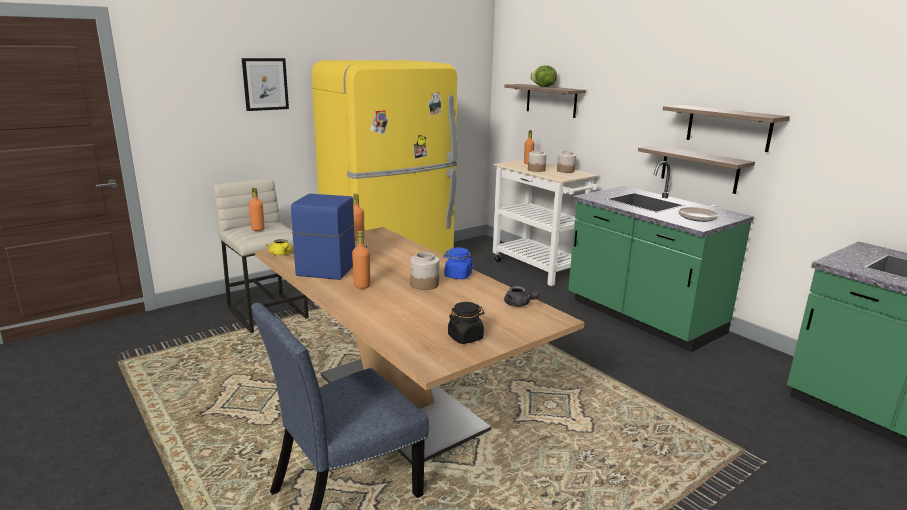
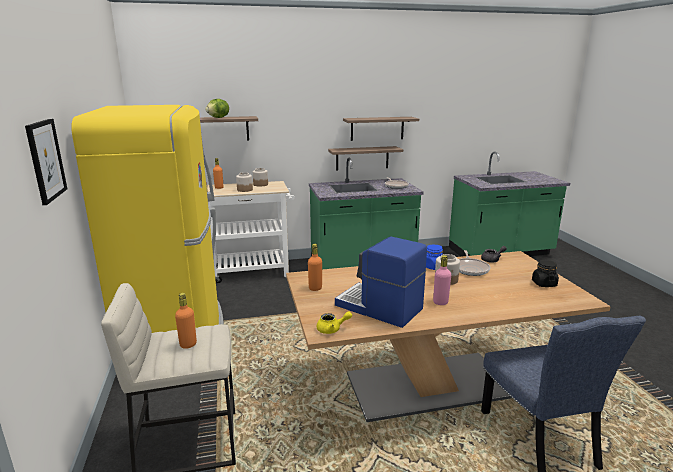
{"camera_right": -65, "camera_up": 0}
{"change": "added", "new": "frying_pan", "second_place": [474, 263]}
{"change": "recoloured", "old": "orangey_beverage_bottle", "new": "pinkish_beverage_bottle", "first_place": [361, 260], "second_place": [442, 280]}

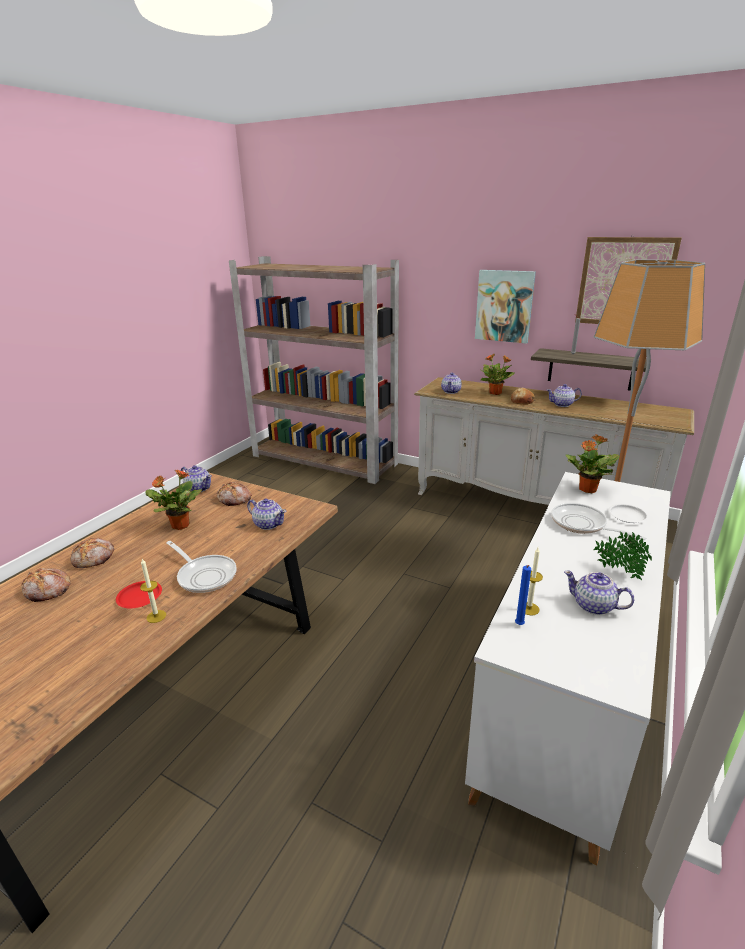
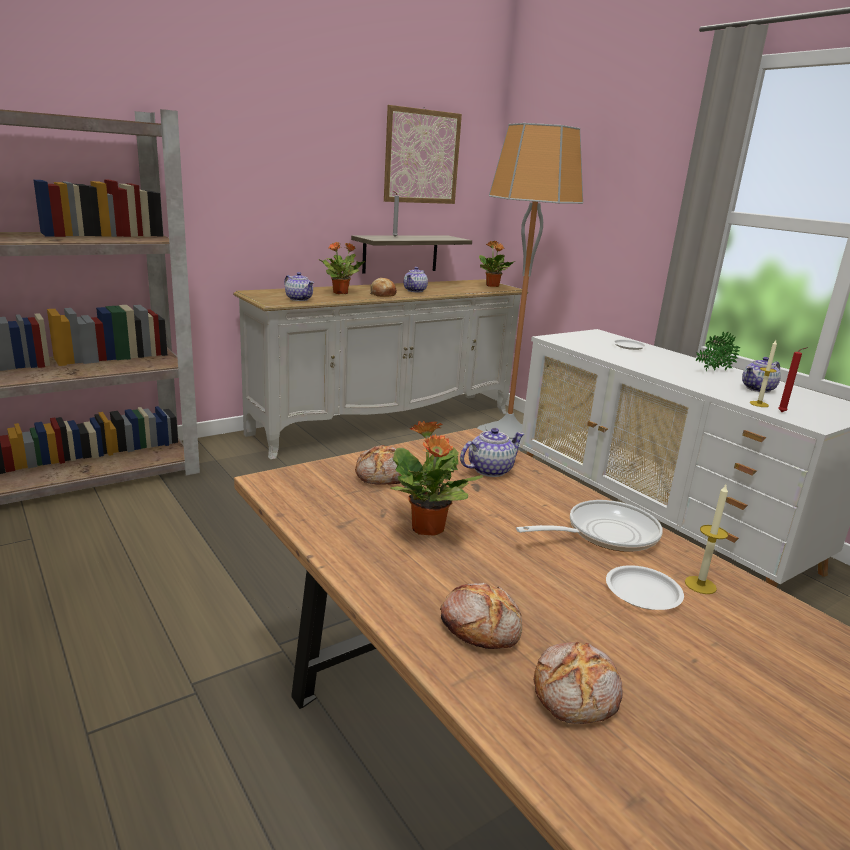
{"camera_right": -65, "camera_up": -5}
{"change": "removed", "old": "teapot", "first_place": [196, 478]}
{"change": "removed", "old": "wall_art", "first_place": [505, 307]}
{"change": "removed", "old": "frying_pan", "first_place": [598, 521]}
{"change": "moved", "old": "plant_in_a_pot", "first_place": [592, 464], "second_place": [497, 264]}
{"change": "recoloured", "old": "red-coloured_dinner_plate", "new": "white-coloured_dinner_plate", "first_place": [139, 594], "second_place": [645, 587]}
{"change": "recoloured", "old": "blue_wax_candle", "new": "red-coloured_wax_candle", "first_place": [523, 595], "second_place": [793, 379]}

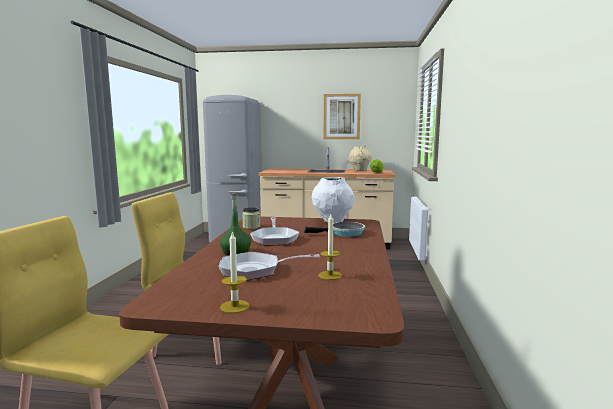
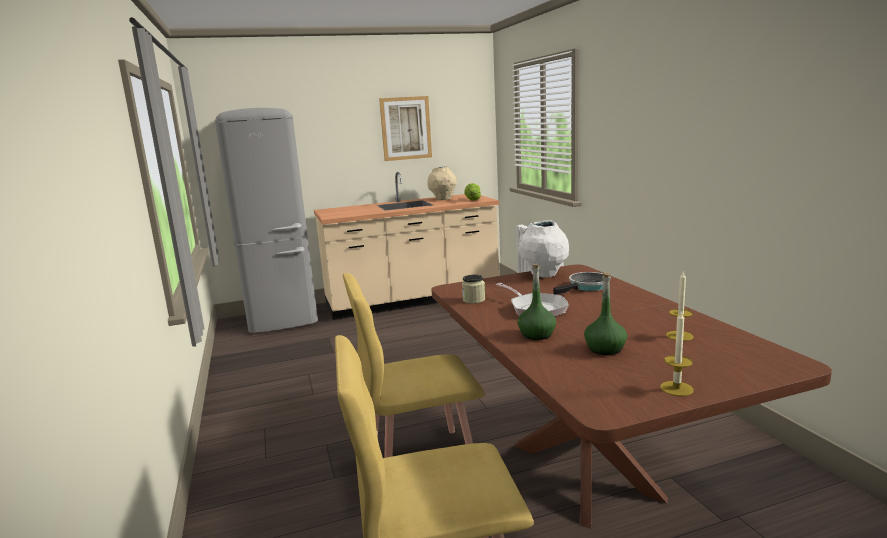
{"camera_right": -25, "camera_up": 5}
{"change": "replaced", "old": "frying_pan", "new": "greenish_beverage_bottle", "first_place": [269, 266], "second_place": [605, 314]}

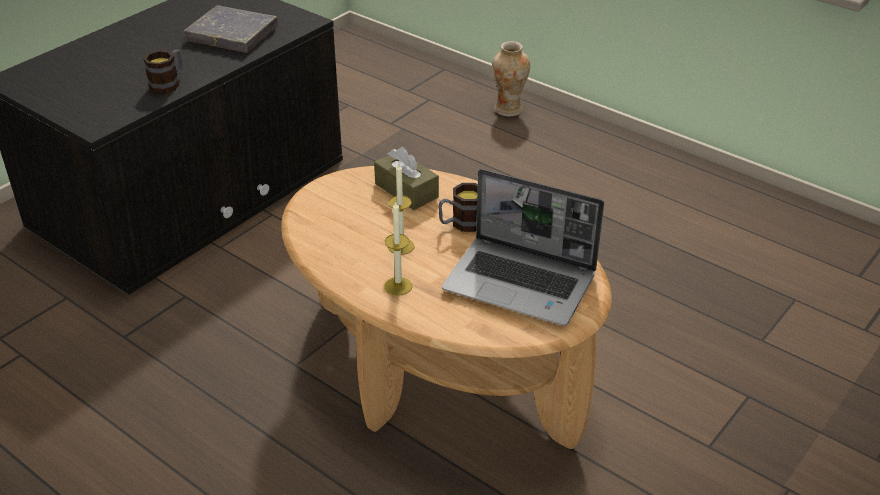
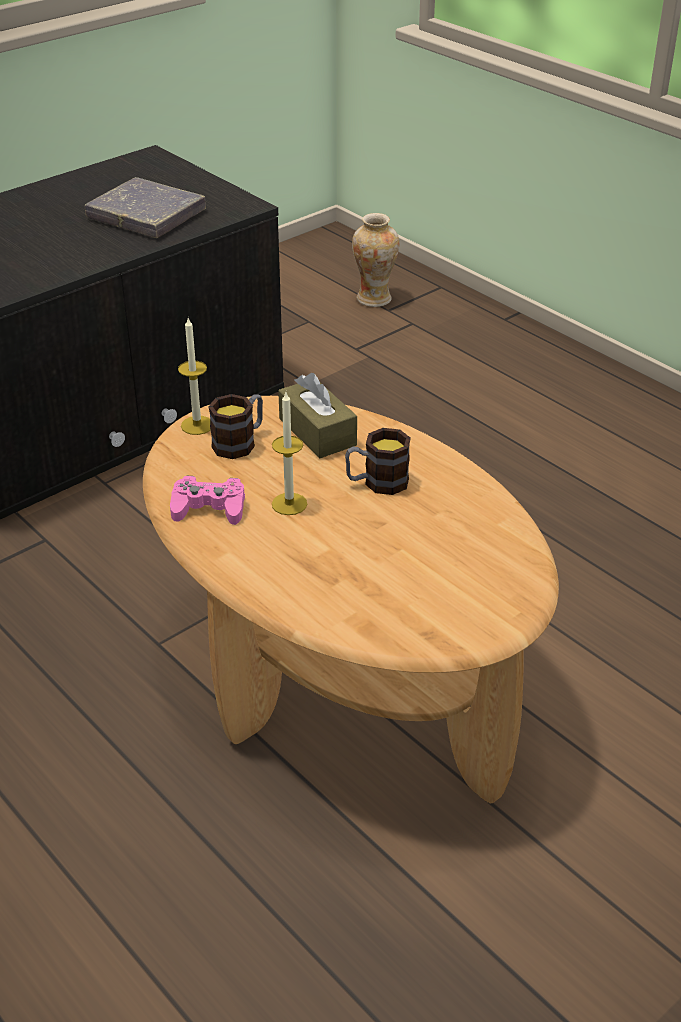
{"camera_right": 10, "camera_up": 0}
{"change": "removed", "old": "laptop", "first_place": [523, 247]}
{"change": "added", "new": "pinkish_gamepad", "second_place": [207, 500]}
{"change": "moved", "old": "coffee_mug", "first_place": [163, 72], "second_place": [235, 426]}
{"change": "moved", "old": "wax_candle", "first_place": [398, 249], "second_place": [194, 376]}
{"change": "moved", "old": "decorative_vase", "first_place": [511, 78], "second_place": [375, 260]}

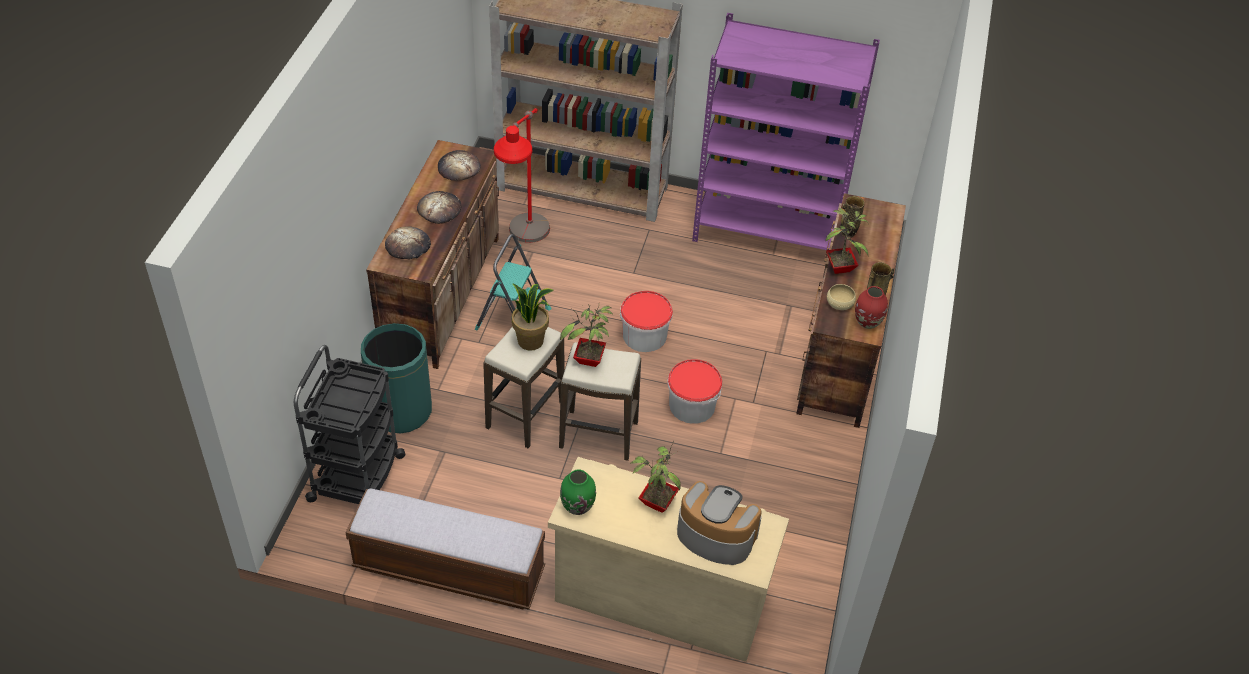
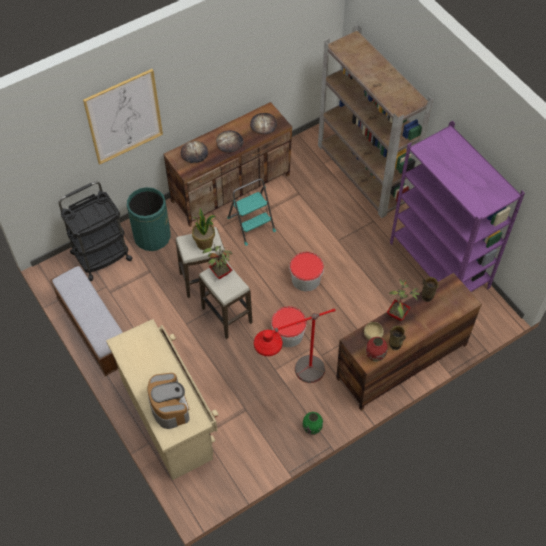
{"camera_right": 45, "camera_up": 10}
{"change": "removed", "old": "plant_in_a_pot", "first_place": [655, 477]}
{"change": "added", "new": "wall_art", "second_place": [123, 117]}
{"change": "moved", "old": "red-coloured_standing_lamp", "first_place": [522, 175], "second_place": [294, 345]}
{"change": "moved", "old": "greenish_decorative_vase", "first_place": [578, 492], "second_place": [313, 423]}

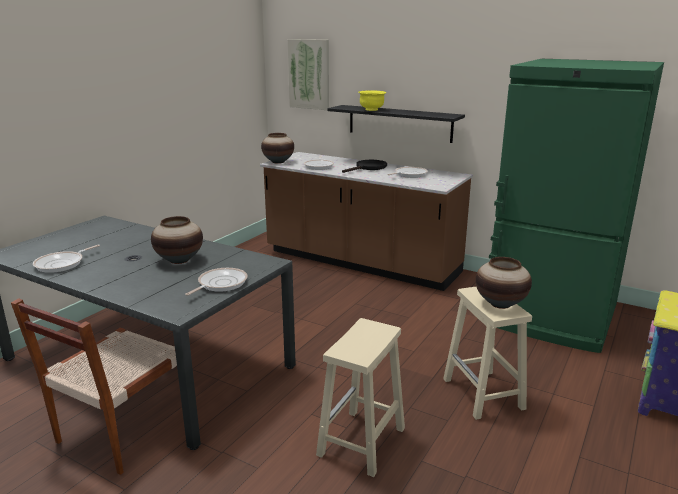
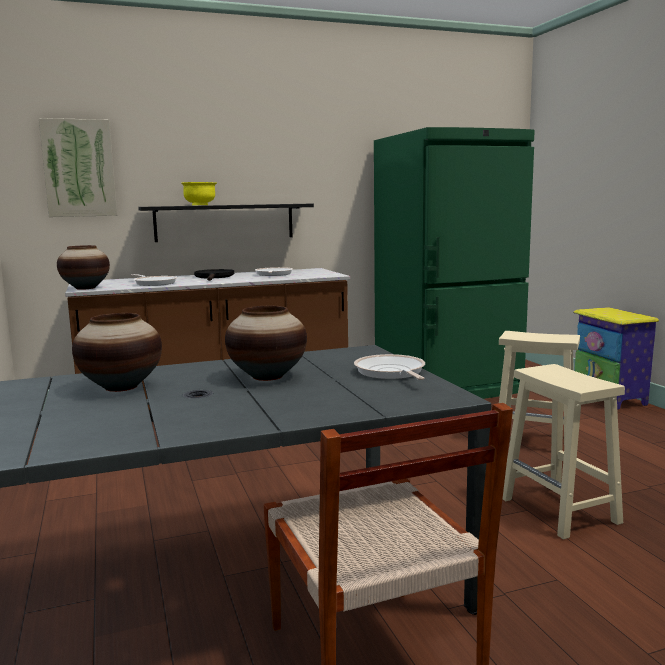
{"camera_right": -50, "camera_up": -10}
{"change": "removed", "old": "frying_pan", "first_place": [66, 259]}
{"change": "moved", "old": "decorative_vase", "first_place": [503, 283], "second_place": [117, 352]}

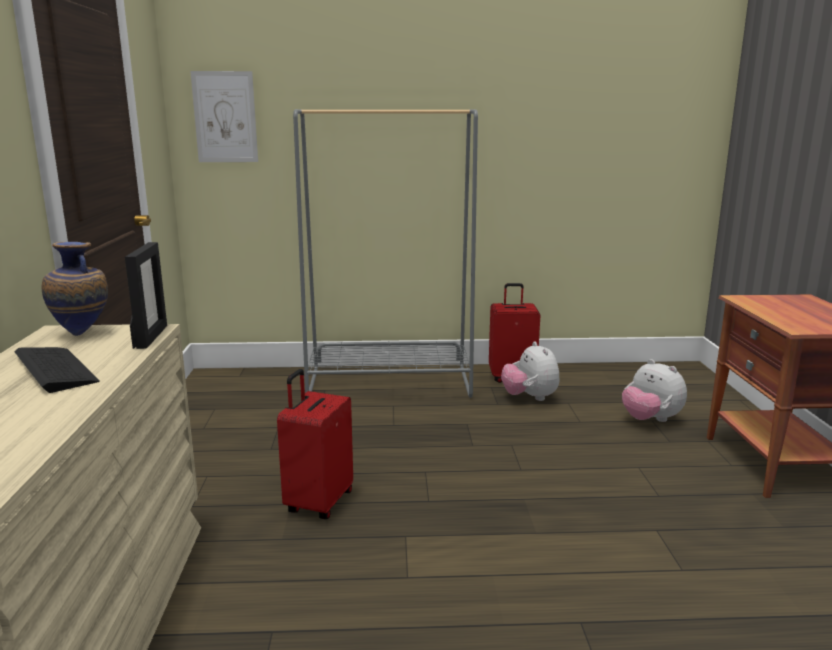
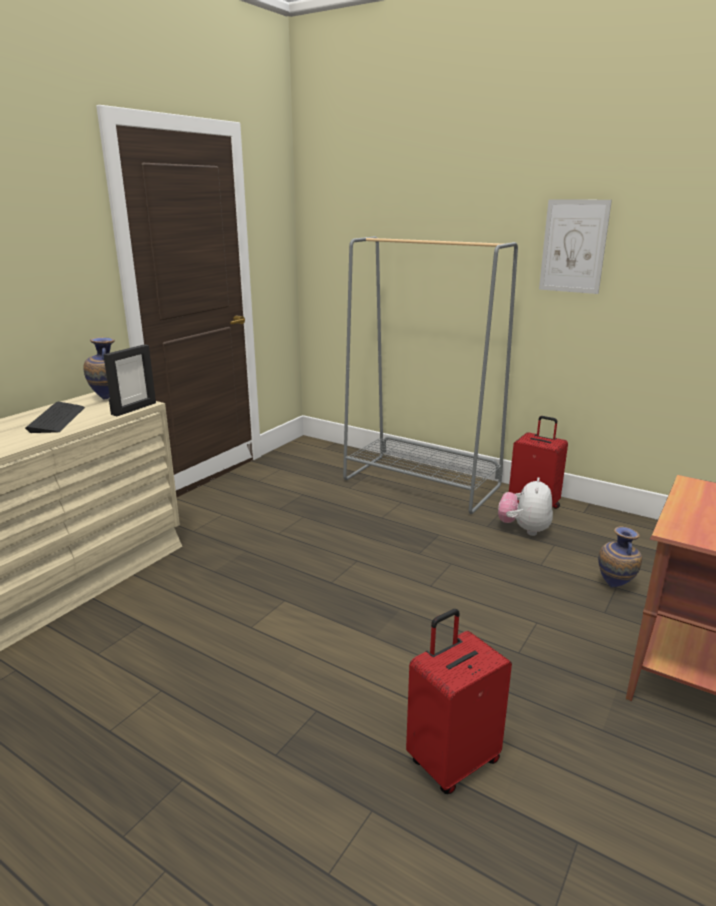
{"camera_right": 35, "camera_up": 5}
{"change": "moved", "old": "wall_art", "first_place": [224, 116], "second_place": [575, 246]}
{"change": "moved", "old": "red-coloured_travel_case", "first_place": [315, 444], "second_place": [459, 701]}
{"change": "replaced", "old": "cuddly_toy", "new": "decorative_vase", "first_place": [654, 390], "second_place": [620, 557]}

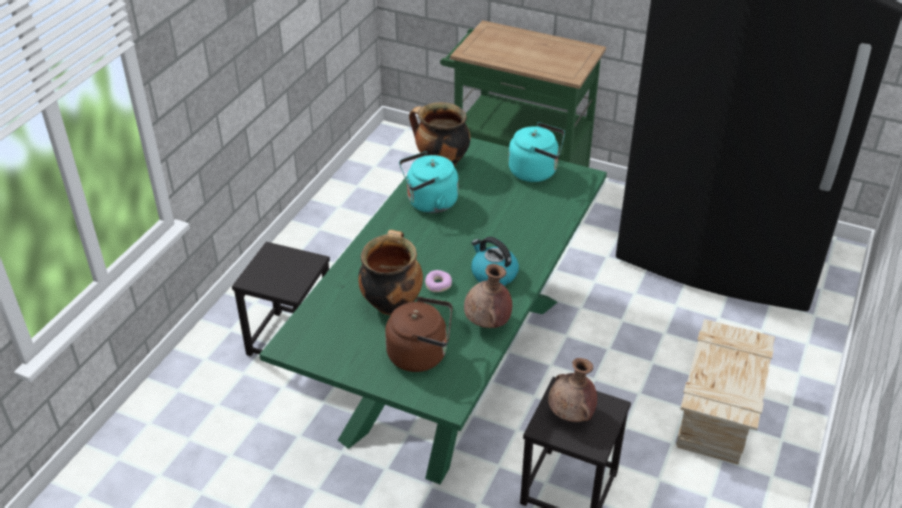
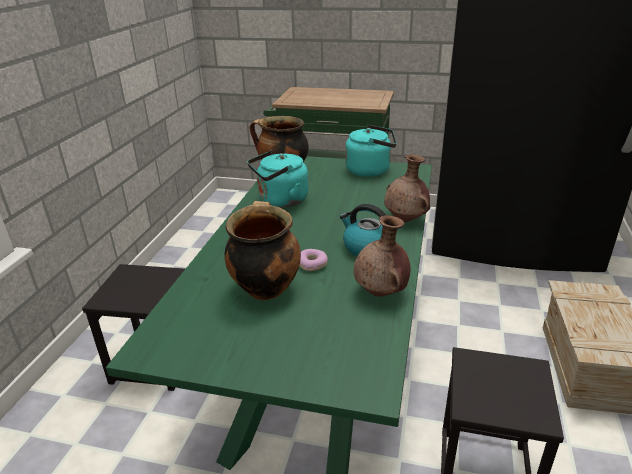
{"camera_right": -10, "camera_up": -10}
{"change": "removed", "old": "brownish_water_kettle", "first_place": [418, 334]}
{"change": "moved", "old": "brownish_decorative_vase", "first_place": [572, 390], "second_place": [407, 188]}

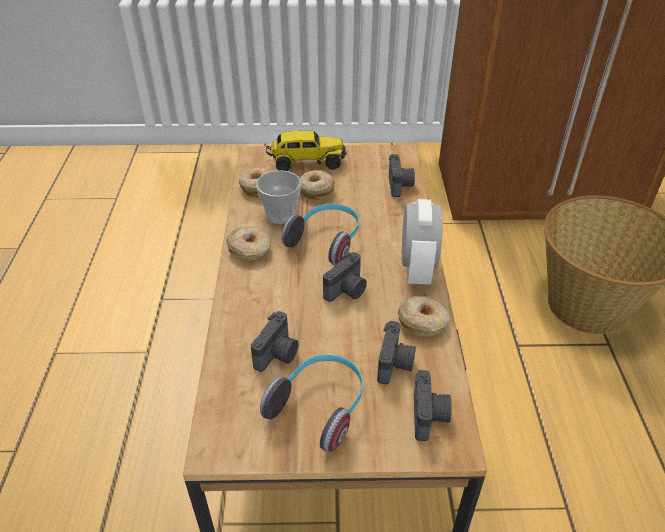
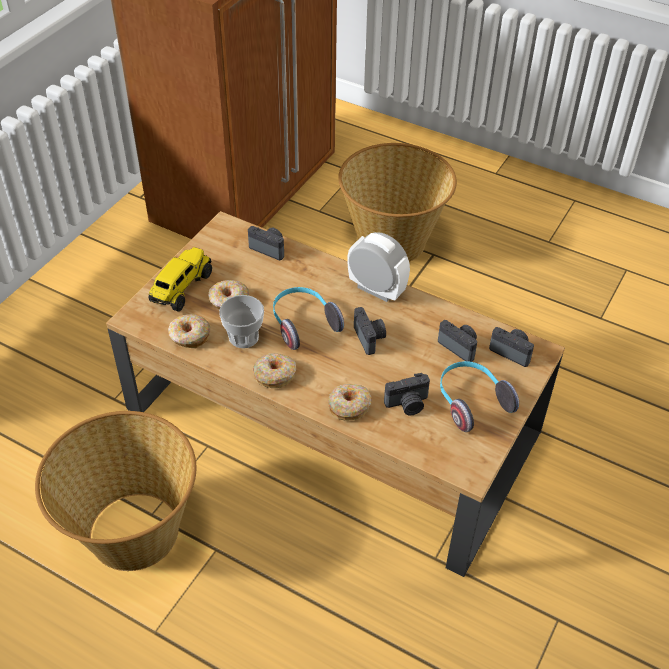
{"camera_right": -60, "camera_up": 5}
{"change": "added", "new": "storage_basket", "second_place": [115, 491]}
{"change": "moved", "old": "doughnut", "first_place": [424, 316], "second_place": [350, 402]}
{"change": "turned", "old": "photo_camera", "first_place": [275, 341], "second_place": [407, 394], "degrees": 105}

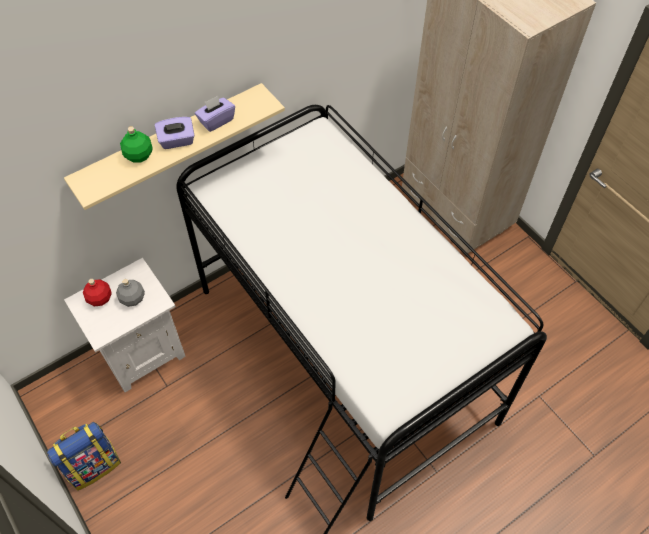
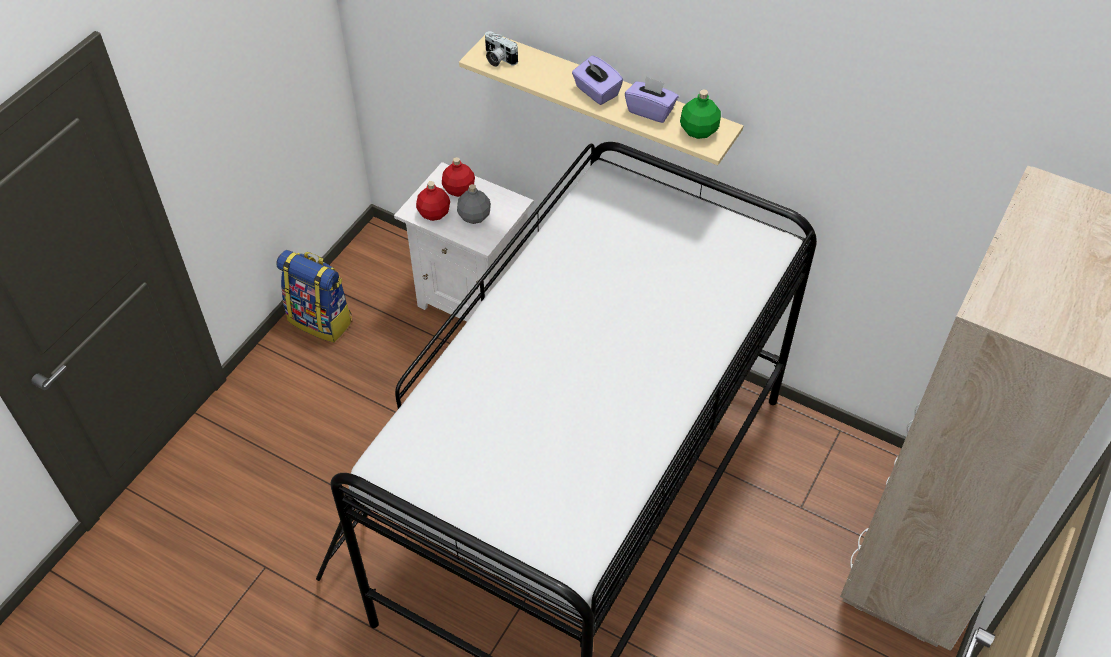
{"camera_right": 65, "camera_up": -5}
{"change": "added", "new": "red-coloured_beverage_bottle", "second_place": [433, 201]}
{"change": "added", "new": "photo_camera", "second_place": [501, 49]}
{"change": "moved", "old": "greenish_beverage_bottle", "first_place": [136, 145], "second_place": [700, 114]}

